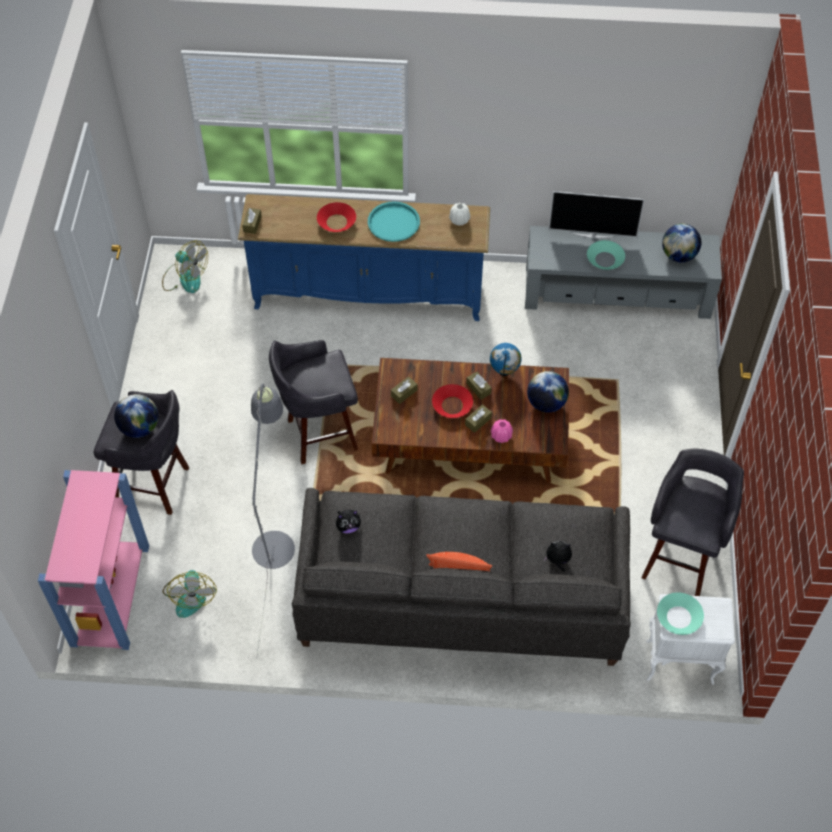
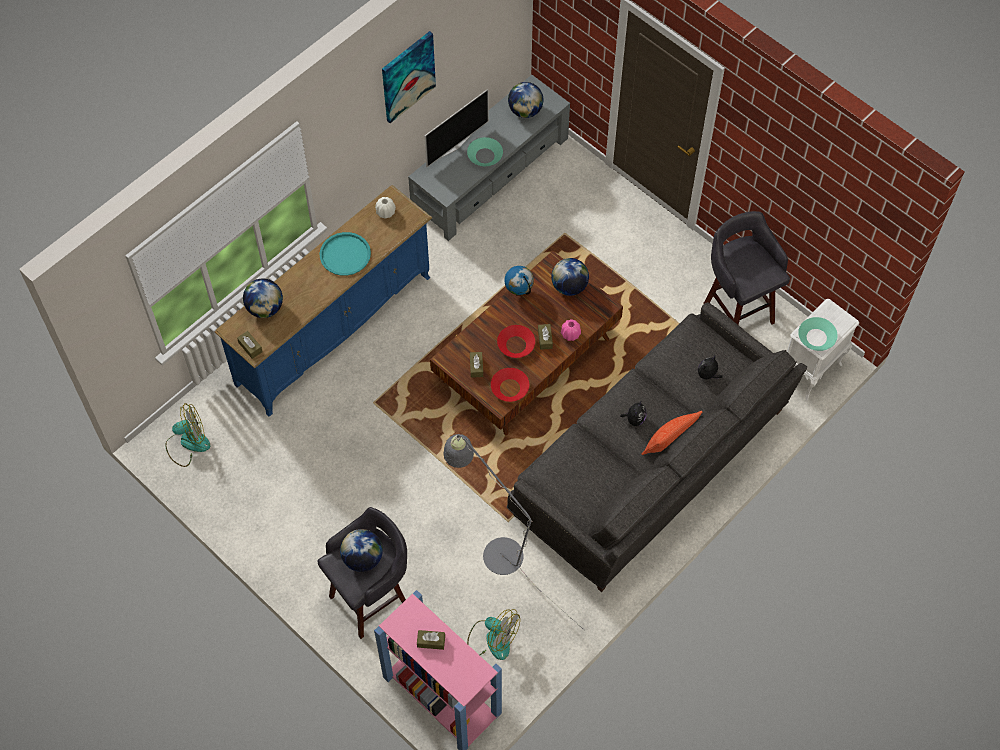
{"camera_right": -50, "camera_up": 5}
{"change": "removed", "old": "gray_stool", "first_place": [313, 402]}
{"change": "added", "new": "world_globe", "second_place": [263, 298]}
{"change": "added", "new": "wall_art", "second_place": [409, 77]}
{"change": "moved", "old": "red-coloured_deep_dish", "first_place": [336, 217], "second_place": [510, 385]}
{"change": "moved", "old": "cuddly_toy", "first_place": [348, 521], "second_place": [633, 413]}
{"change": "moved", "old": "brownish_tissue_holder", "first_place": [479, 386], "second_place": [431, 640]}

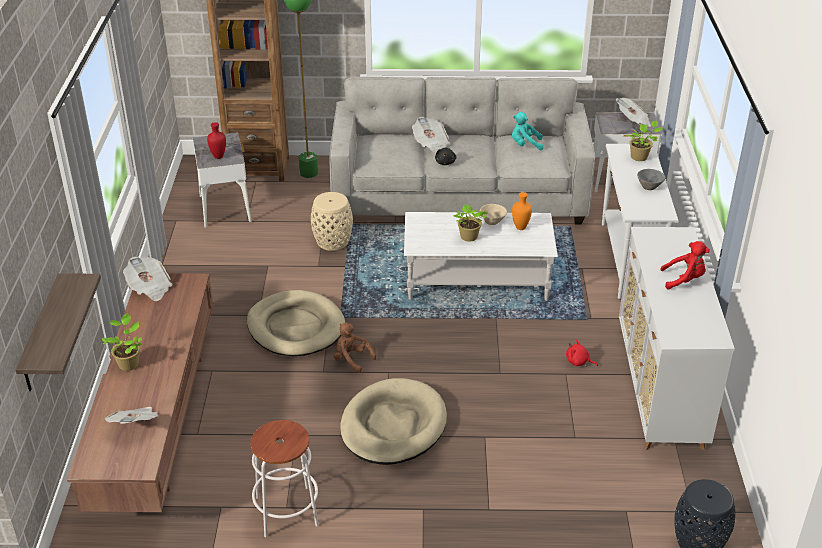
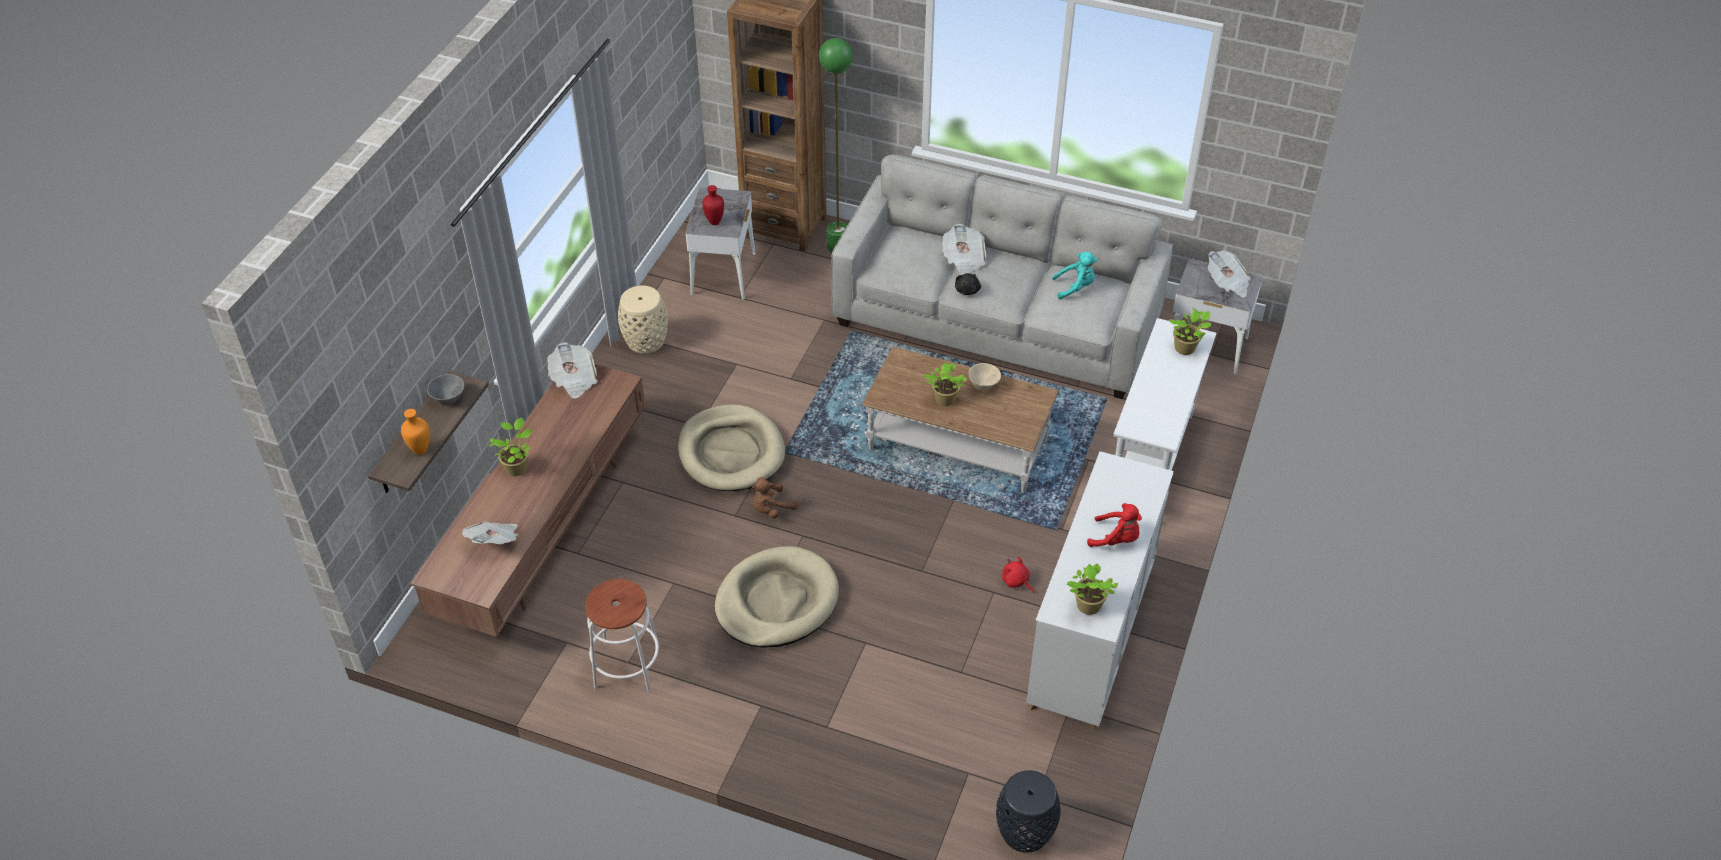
{"camera_right": 20, "camera_up": 10}
{"change": "added", "new": "plant_in_a_pot", "second_place": [1092, 589]}
{"change": "moved", "old": "beige-coloured_stool", "first_place": [332, 221], "second_place": [643, 319]}
{"change": "moved", "old": "orangey_decorative_vase", "first_place": [522, 211], "second_place": [415, 432]}
{"change": "moved", "old": "gray_deep_dish", "first_place": [651, 179], "second_place": [446, 389]}
{"change": "recoloured", "old": "white-coloured_lounge_table", "new": "brownish_lounge_table", "first_place": [481, 256], "second_place": [960, 419]}
{"change": "turned", "old": "brownish_cuddly_toy", "first_place": [355, 348], "second_place": [775, 498], "degrees": -90}
{"change": "turned", "old": "blue-green_cuddly_toy", "first_place": [528, 131], "second_place": [1074, 275], "degrees": 150}

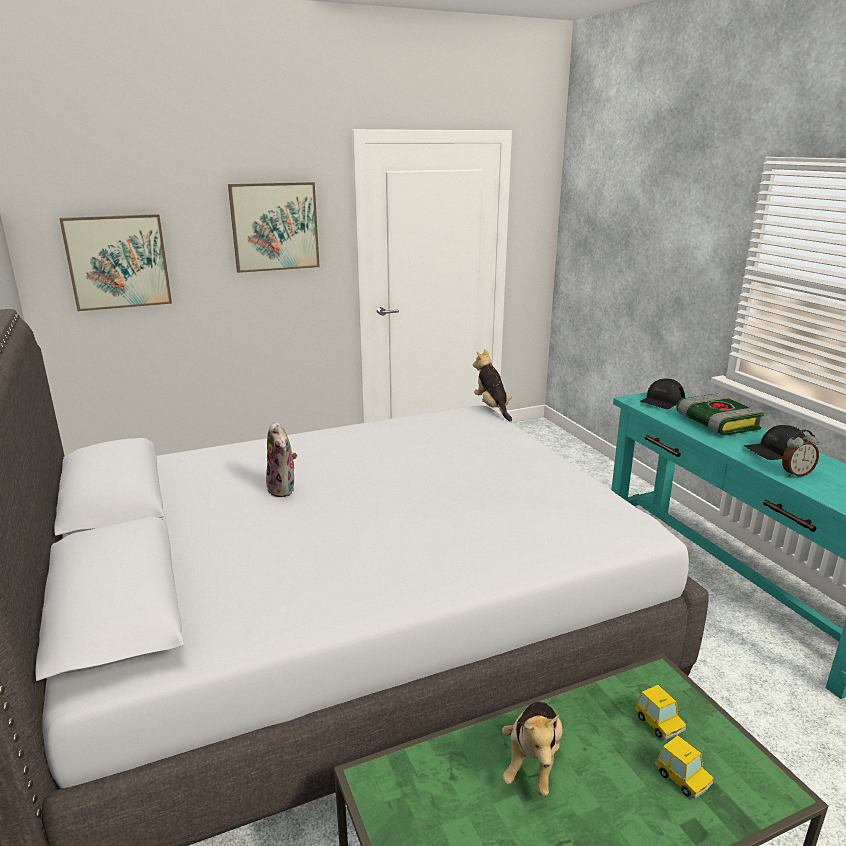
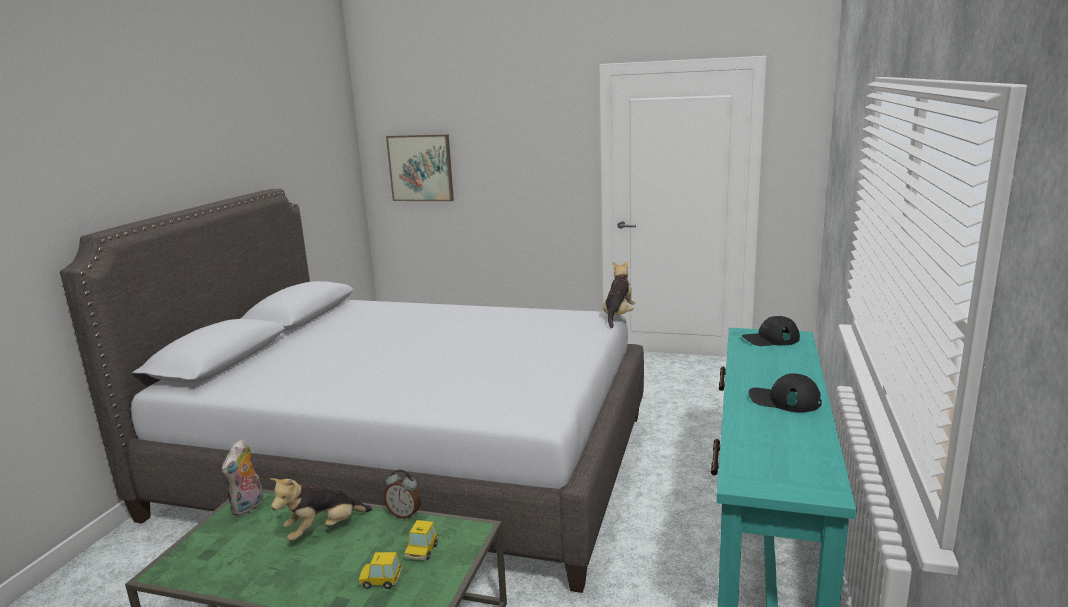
{"camera_right": 40, "camera_up": -5}
{"change": "removed", "old": "wall_art", "first_place": [274, 227]}
{"change": "removed", "old": "bound_book", "first_place": [720, 414]}
{"change": "moved", "old": "cuddly_toy", "first_place": [281, 459], "second_place": [242, 477]}
{"change": "moved", "old": "table_clock", "first_place": [800, 453], "second_place": [402, 494]}
{"change": "turned", "old": "toy_car", "first_place": [684, 767], "second_place": [380, 570], "degrees": 90}

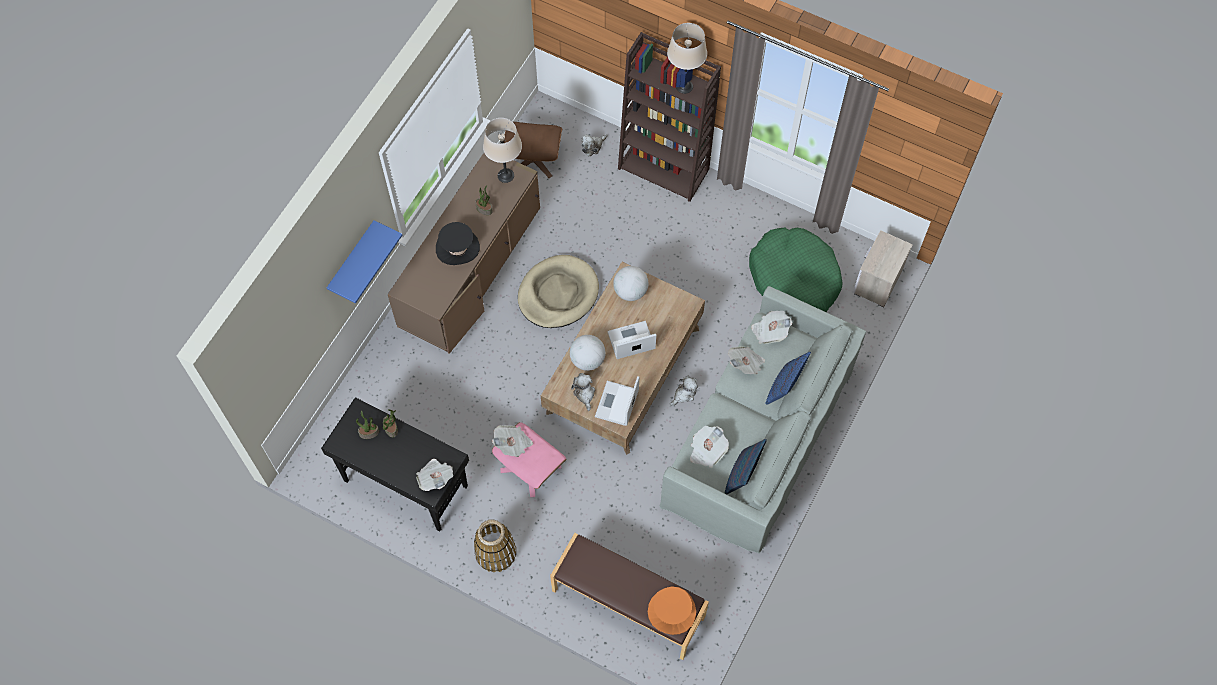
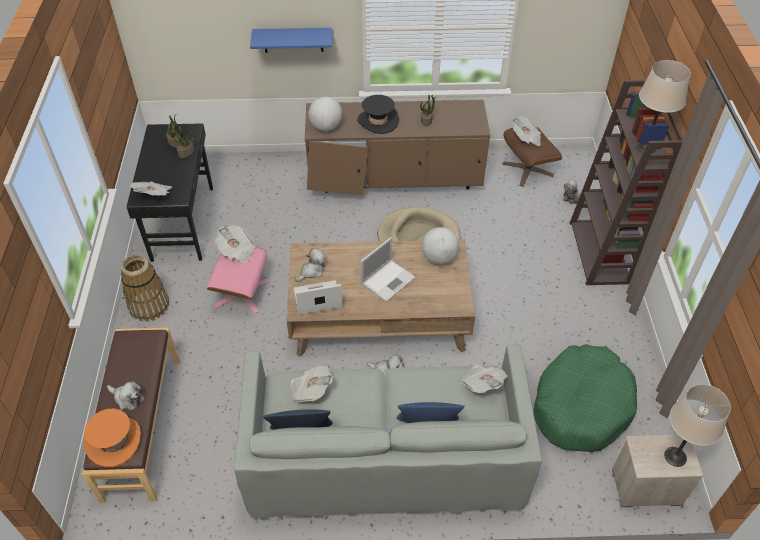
{"camera_right": 60, "camera_up": -15}
{"change": "added", "new": "cuddly_toy", "second_place": [125, 395]}
{"change": "moved", "old": "beige-coloured_lamp_for_a_table", "first_place": [502, 150], "second_place": [697, 425]}
{"change": "moved", "old": "world_globe", "first_place": [588, 353], "second_place": [325, 114]}
{"change": "moved", "old": "newspaper", "first_place": [746, 360], "second_place": [526, 131]}
{"change": "turned", "old": "laptop", "first_place": [631, 340], "second_place": [387, 269], "degrees": 90}

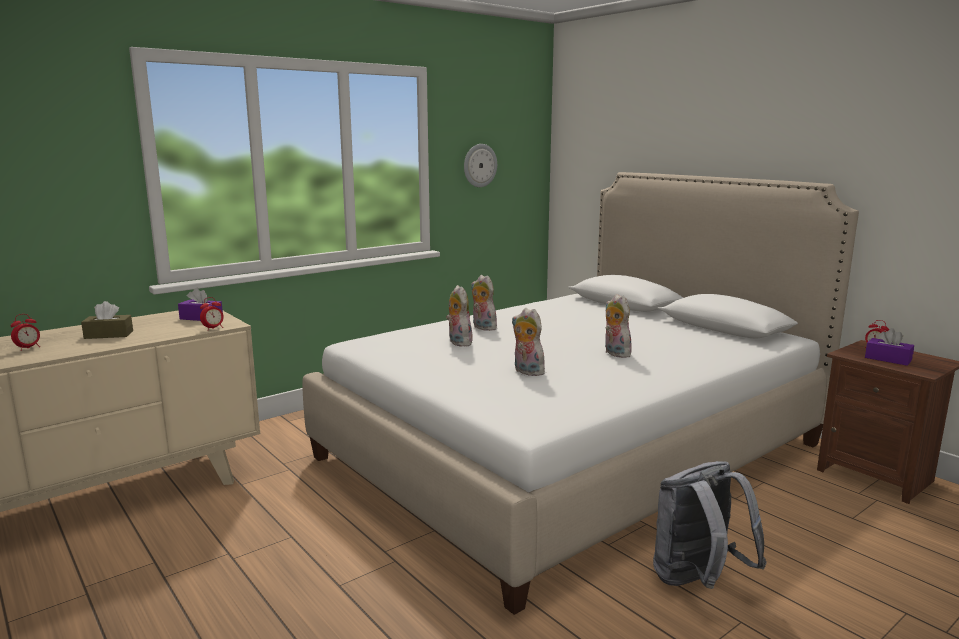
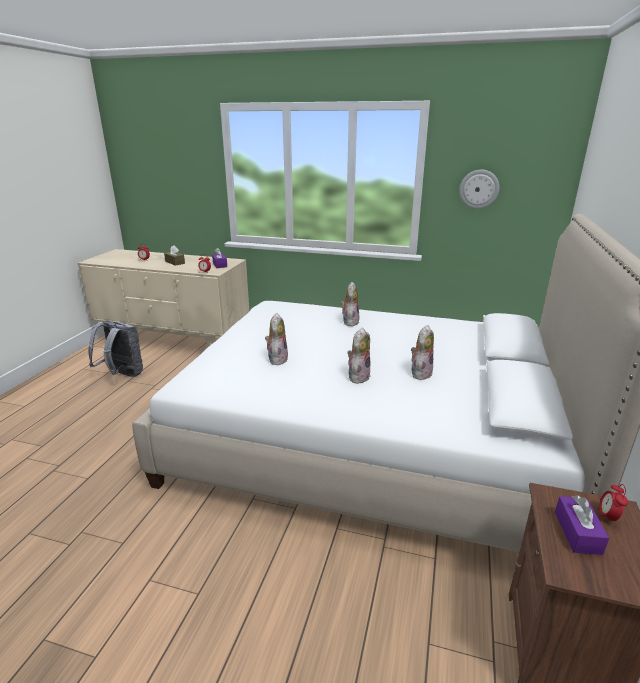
{"camera_right": 55, "camera_up": 10}
{"change": "moved", "old": "cuddly_toy", "first_place": [459, 315], "second_place": [422, 353]}
{"change": "moved", "old": "gray_rucksack", "first_place": [710, 525], "second_place": [115, 349]}

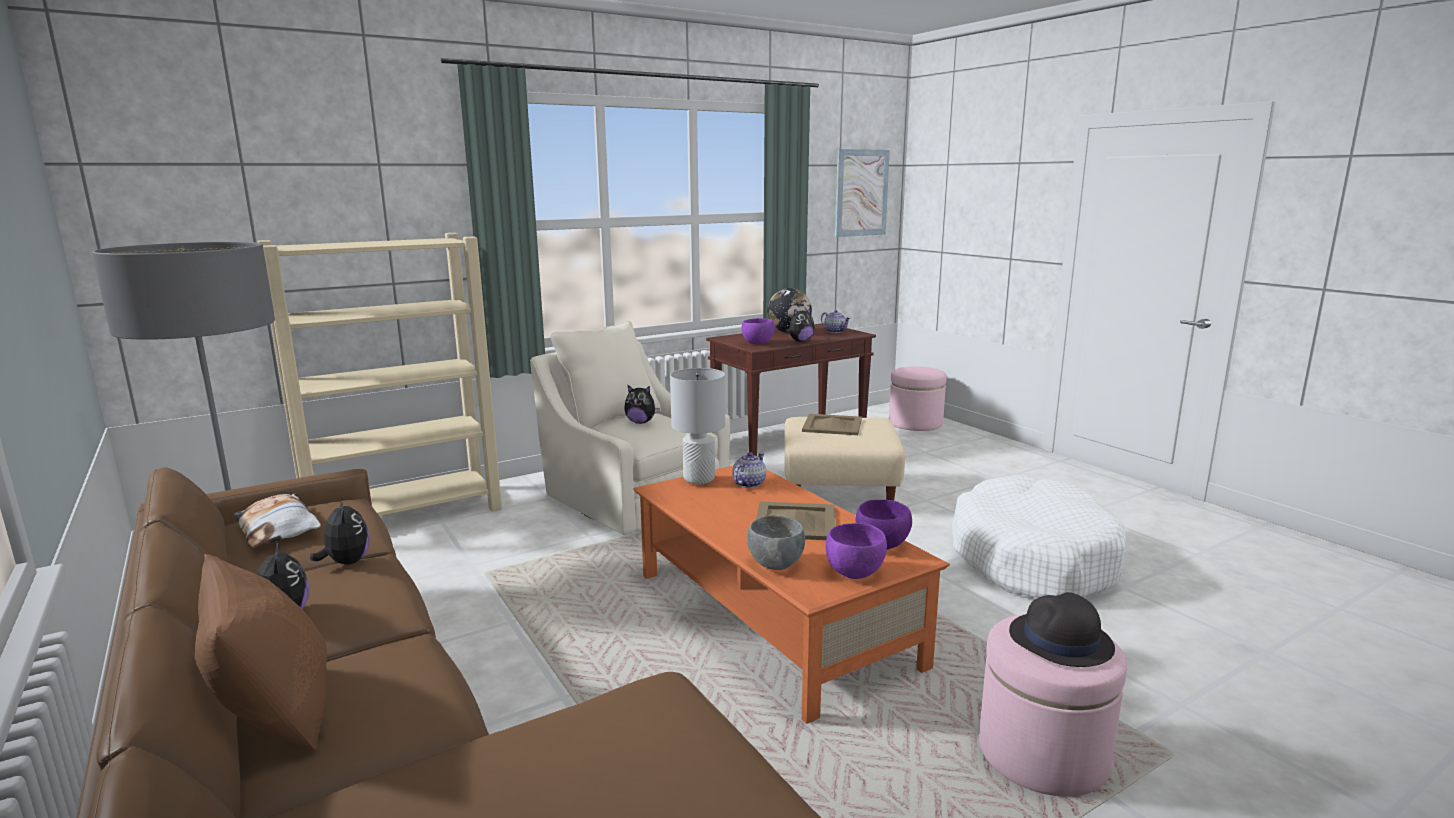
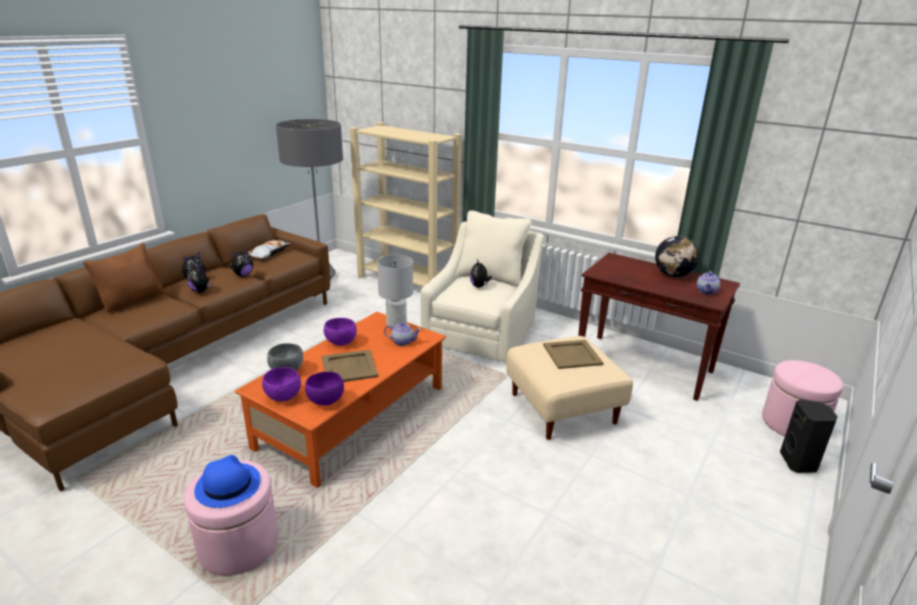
{"camera_right": 65, "camera_up": 10}
{"change": "removed", "old": "wall_art", "first_place": [862, 193]}
{"change": "removed", "old": "white-coloured_dog_cushion", "first_place": [1039, 536]}
{"change": "added", "new": "black-coloured_speaker", "second_place": [809, 436]}
{"change": "moved", "old": "purplish_deep_dish", "first_place": [758, 331], "second_place": [340, 332]}
{"change": "moved", "old": "cuddly_toy", "first_place": [800, 325], "second_place": [199, 278]}
{"change": "recoloured", "old": "black-coloured_hat", "new": "blue_hat", "first_place": [1062, 629], "second_place": [227, 481]}

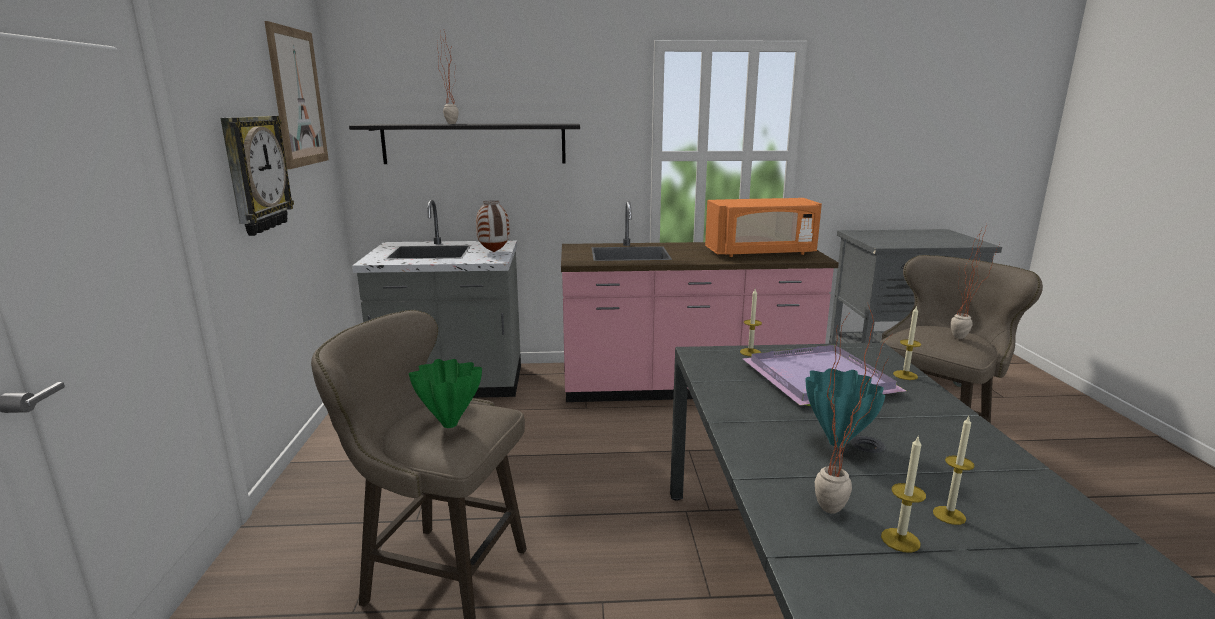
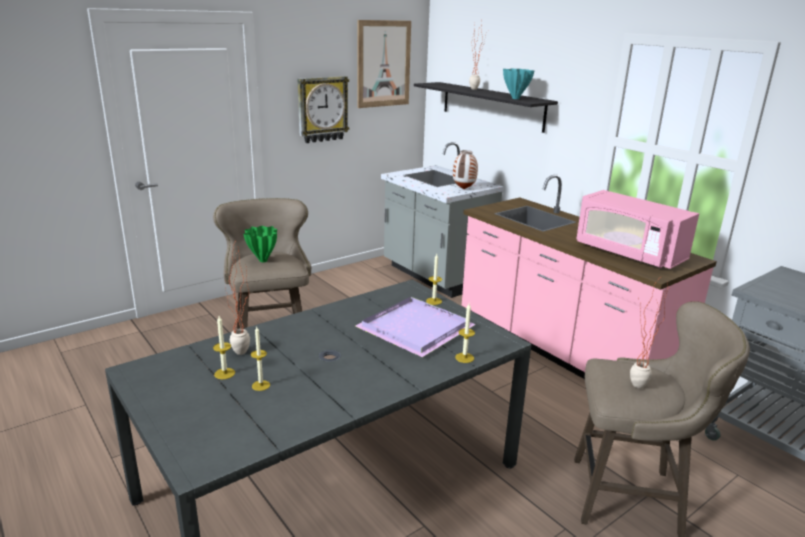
{"camera_right": 55, "camera_up": 5}
{"change": "moved", "old": "blue-green_decorative_vase", "first_place": [845, 407], "second_place": [519, 84]}
{"change": "recoloured", "old": "orangey_microwave", "new": "pinkish_microwave", "first_place": [763, 227], "second_place": [637, 229]}

